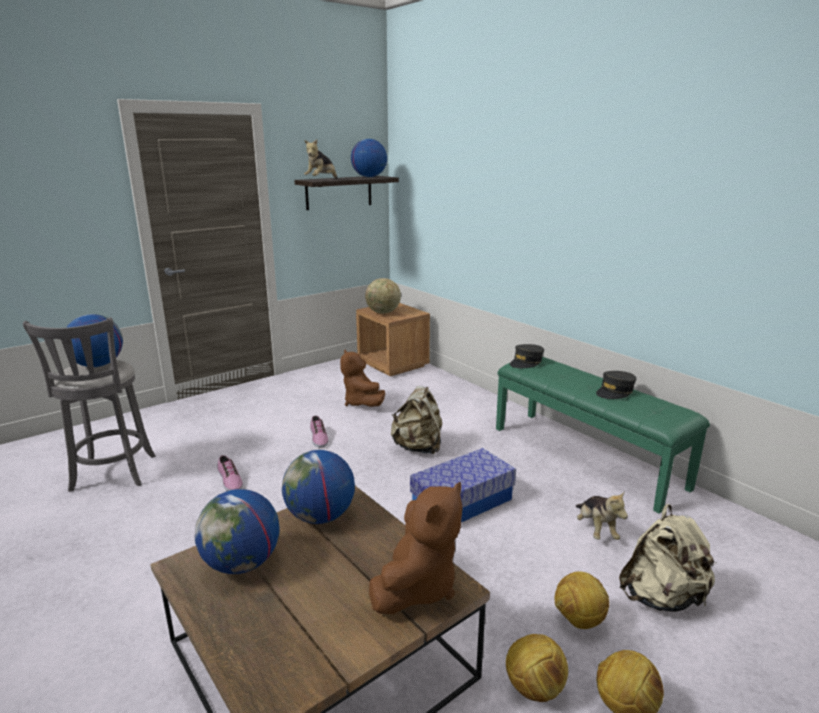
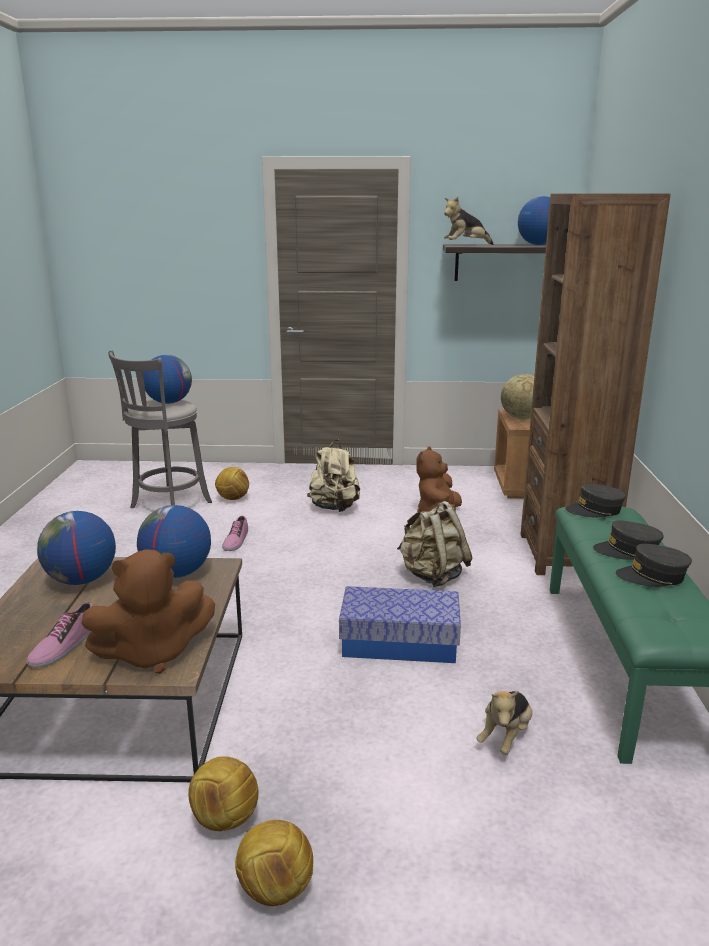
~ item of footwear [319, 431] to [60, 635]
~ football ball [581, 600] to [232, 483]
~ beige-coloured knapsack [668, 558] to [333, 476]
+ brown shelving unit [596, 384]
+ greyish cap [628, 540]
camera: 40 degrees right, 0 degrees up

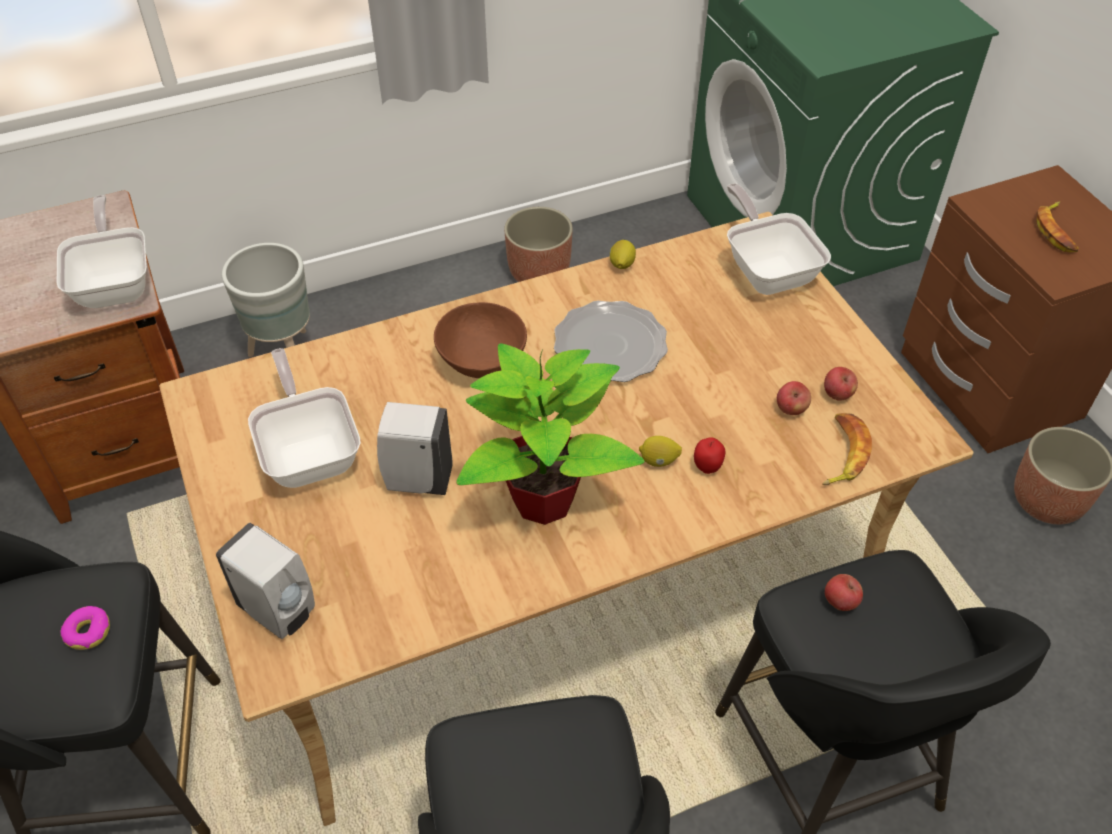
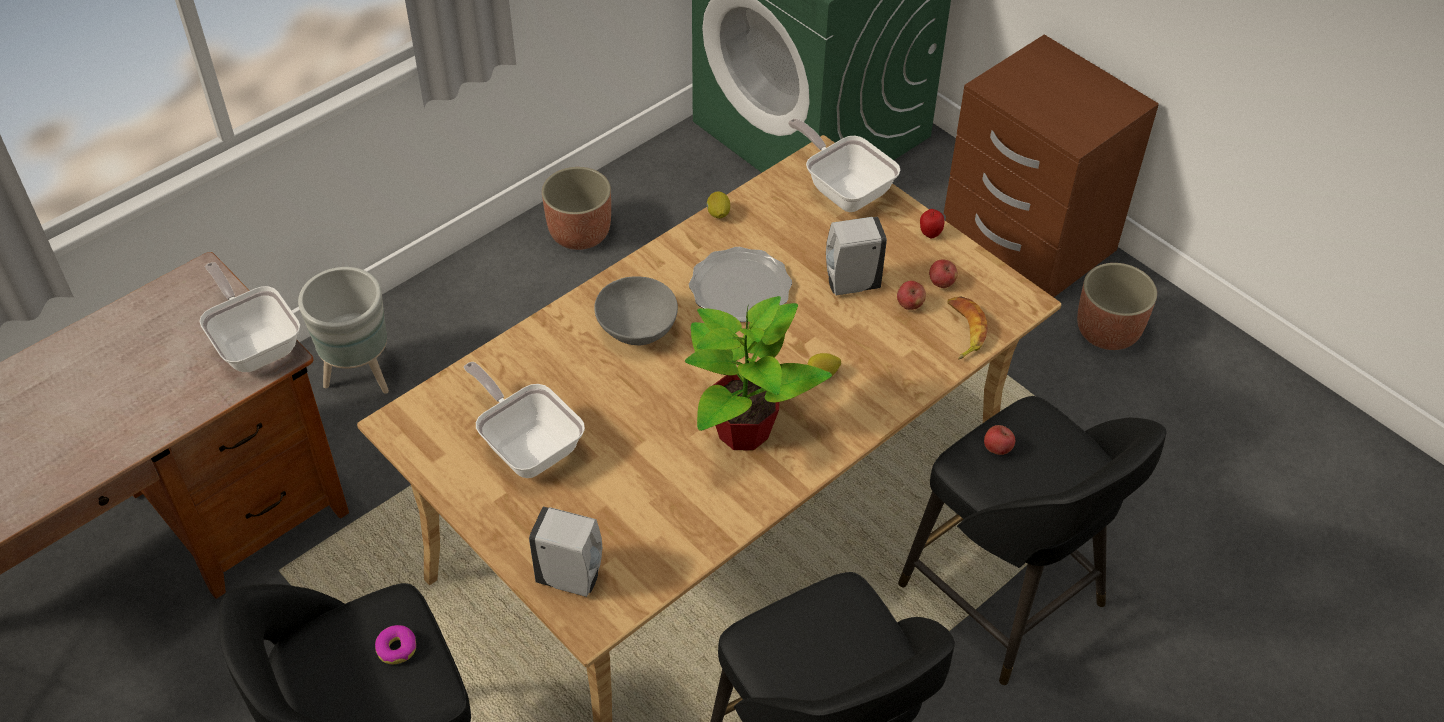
~ whitish soap dispenser [415, 448] to [856, 256]
~ brown serving bowl [480, 340] to greyish serving bowl [636, 310]
~ apple fruit [709, 455] to [932, 223]
- whole banana [1057, 226]
camera: 20 degrees left, 0 degrees up

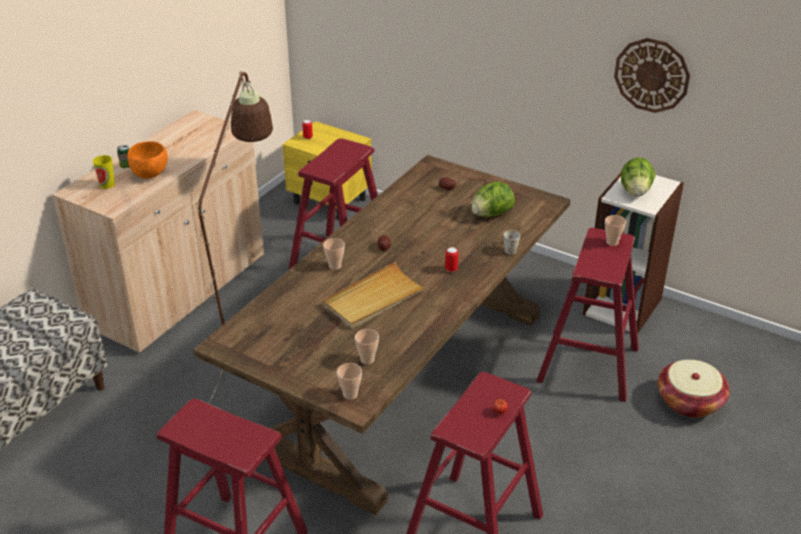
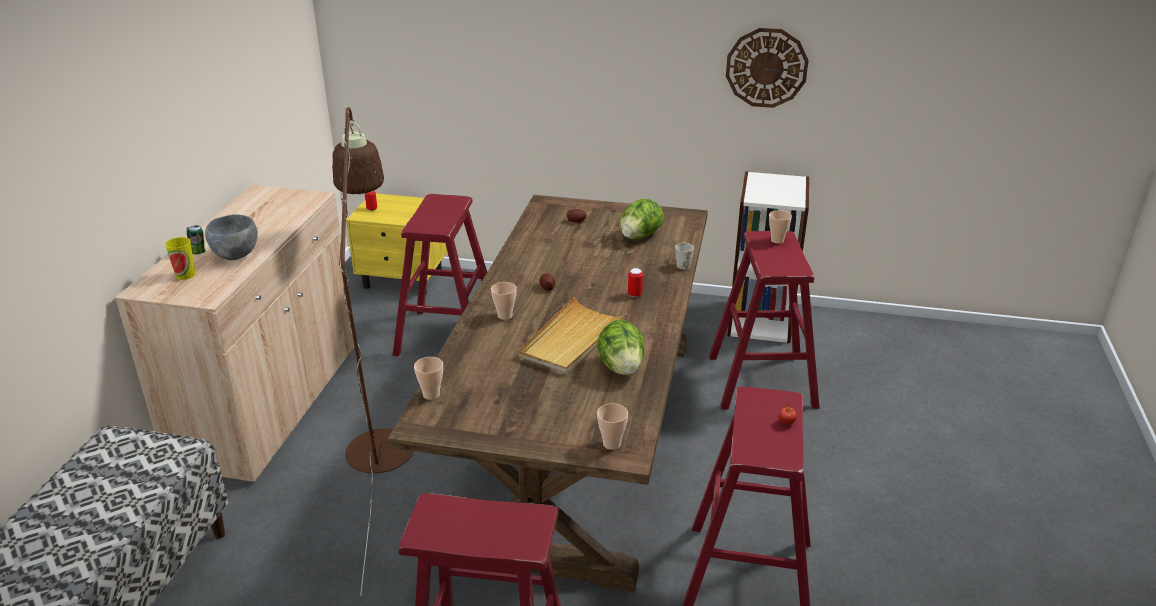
~ orange-coloured serving bowl [147, 160] to greyish serving bowl [231, 237]
~ drinking cup [367, 347] to [428, 378]
~ head of lettuce [638, 176] to [620, 347]
- household basket [693, 389]
camera: 20 degrees left, 5 degrees down

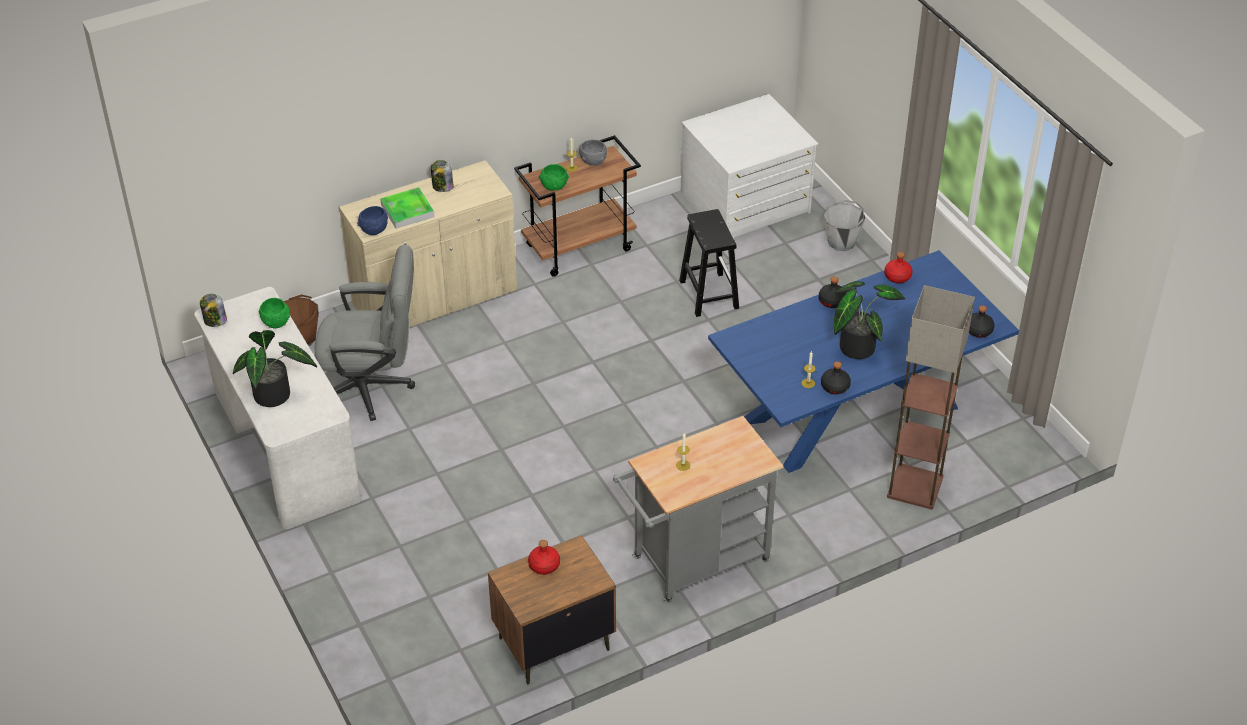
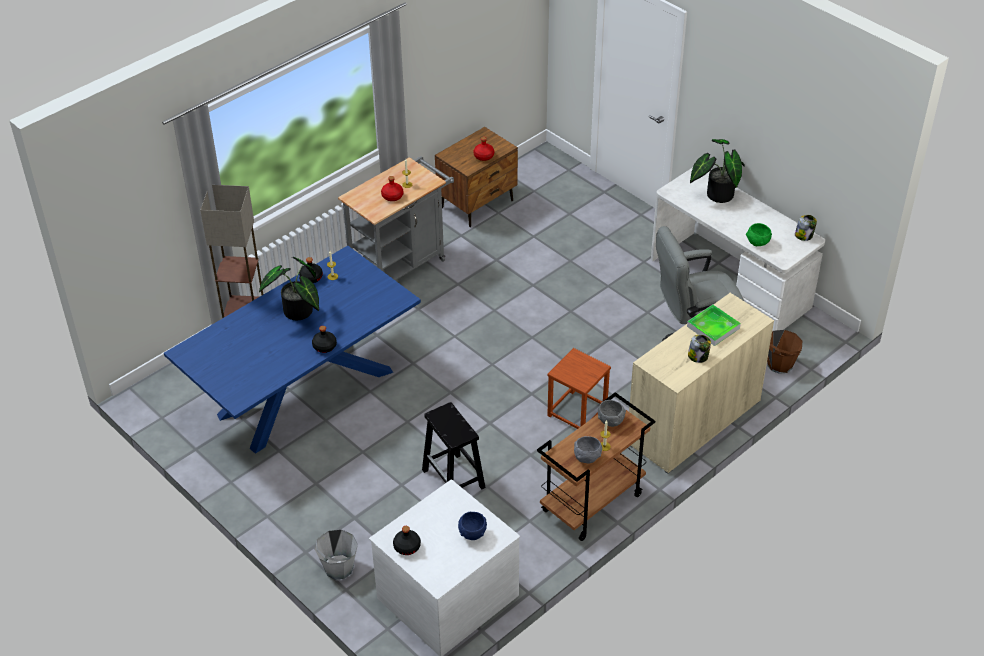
~ blue-coloured serving bowl [372, 220] to [472, 526]
~ green serving bowl [554, 177] to greyish serving bowl [612, 413]
~ red-coloured beverage bottle [898, 267] to [392, 188]
~ black-coloured beverage bottle [982, 321] to [407, 540]
+ brown stool seat [579, 388]
camera: 165 degrees right, 0 degrees up

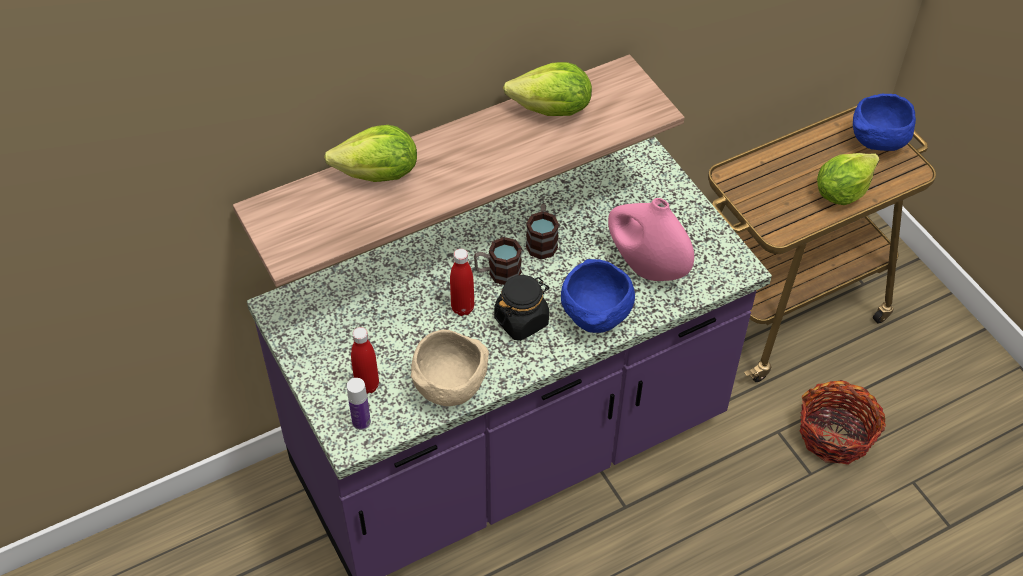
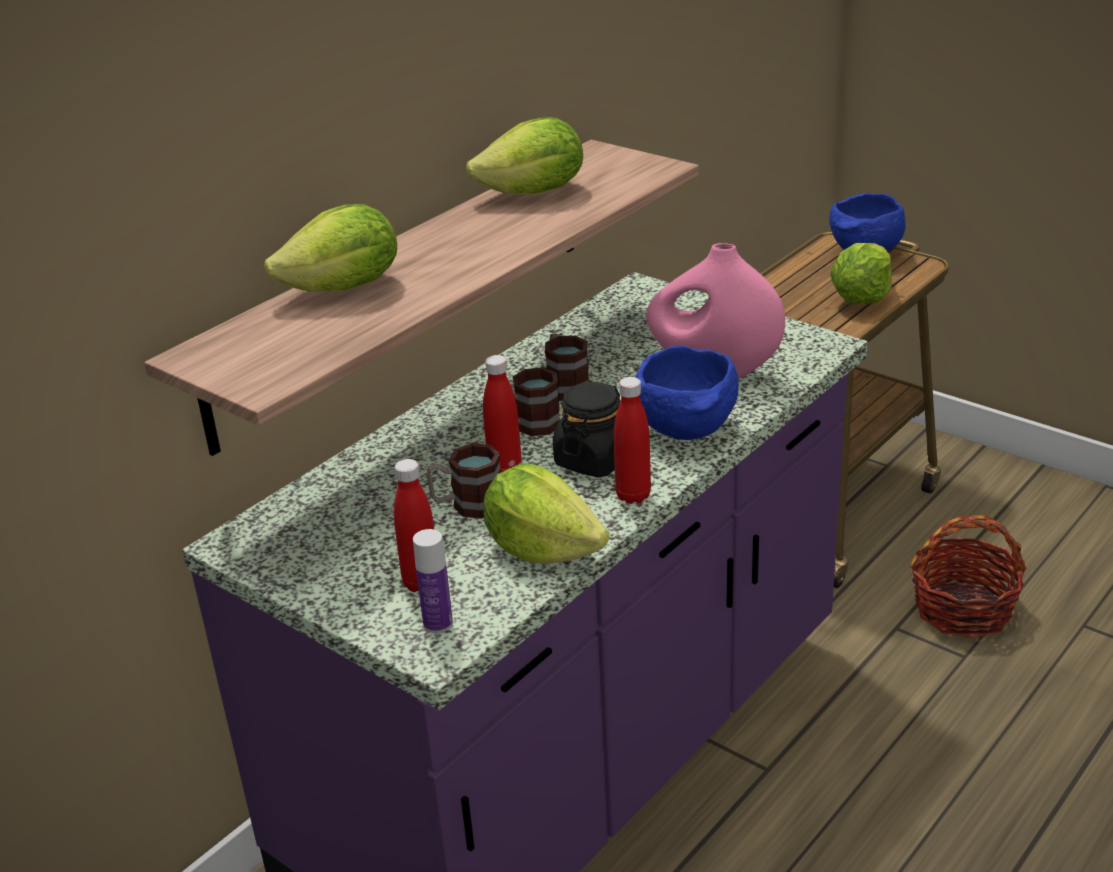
~ beige-coloured serving bowl [450, 368] to head of lettuce [546, 513]
+ coffee mug [463, 481]
+ red-coloured beverage bottle [632, 440]
camera: 20 degrees left, 20 degrees down

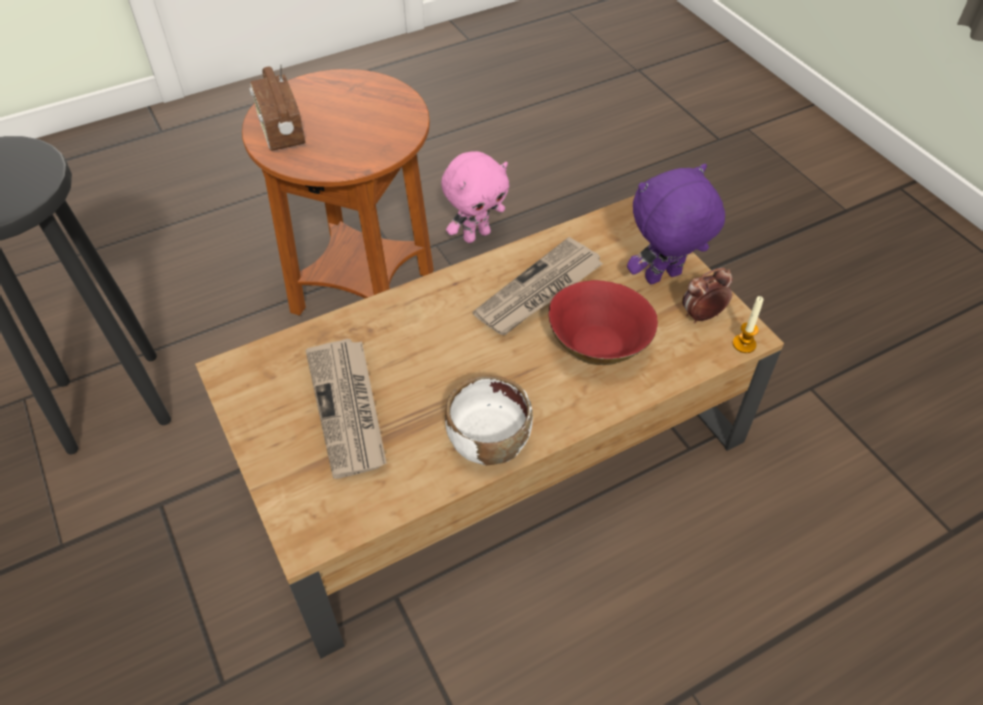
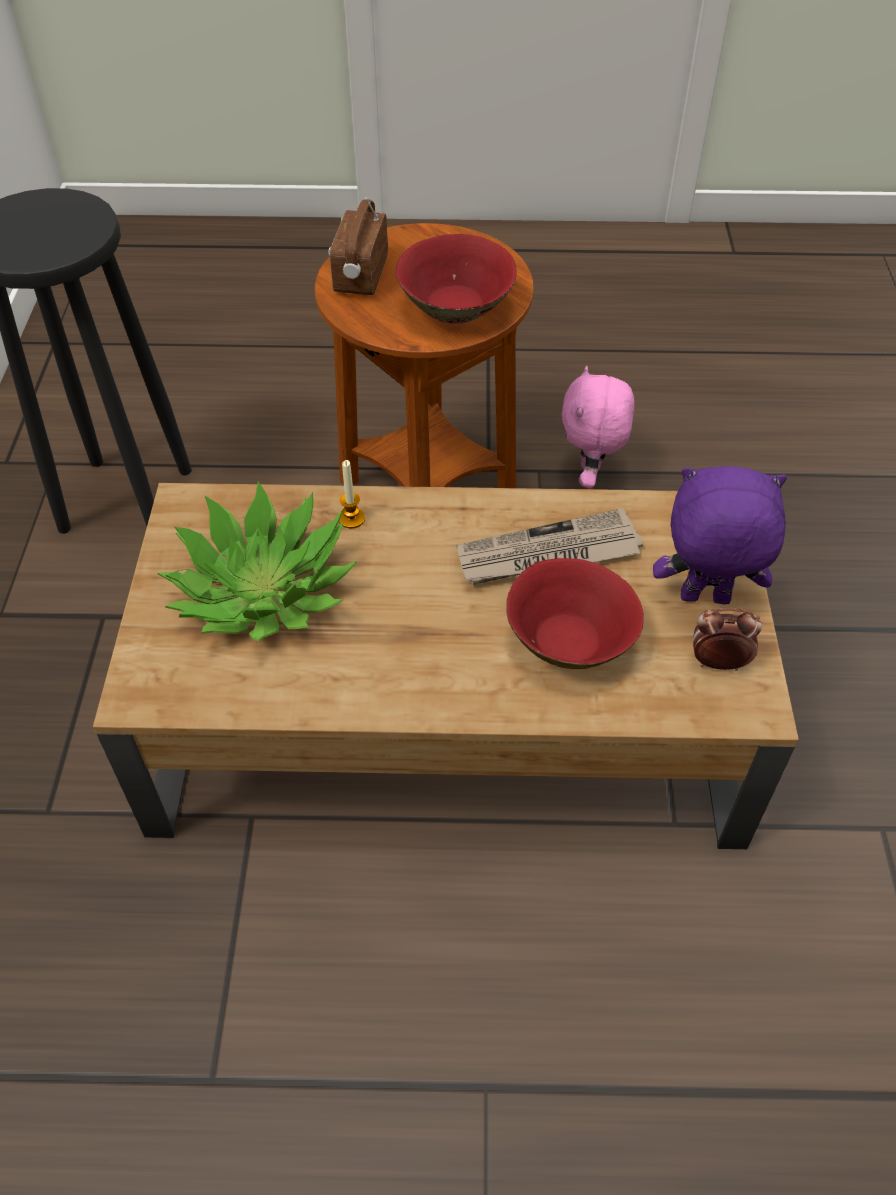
~ printed paper [346, 409] to houseplant [257, 561]
~ pink soft toy [475, 197] = [598, 427] 105 degrees clockwise
- whitish serving bowl [489, 420]
~ wax candle [748, 324] to [352, 494]
+ red-coloured serving bowl [456, 279]
camera: 30 degrees right, 0 degrees up

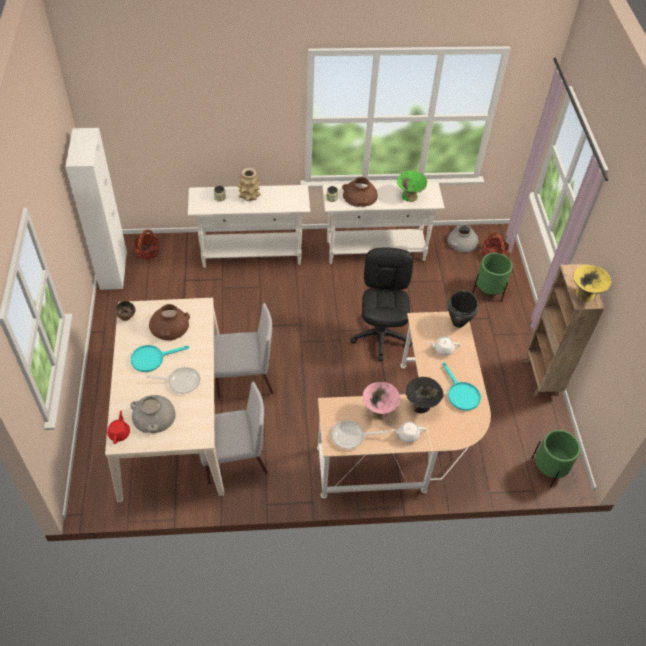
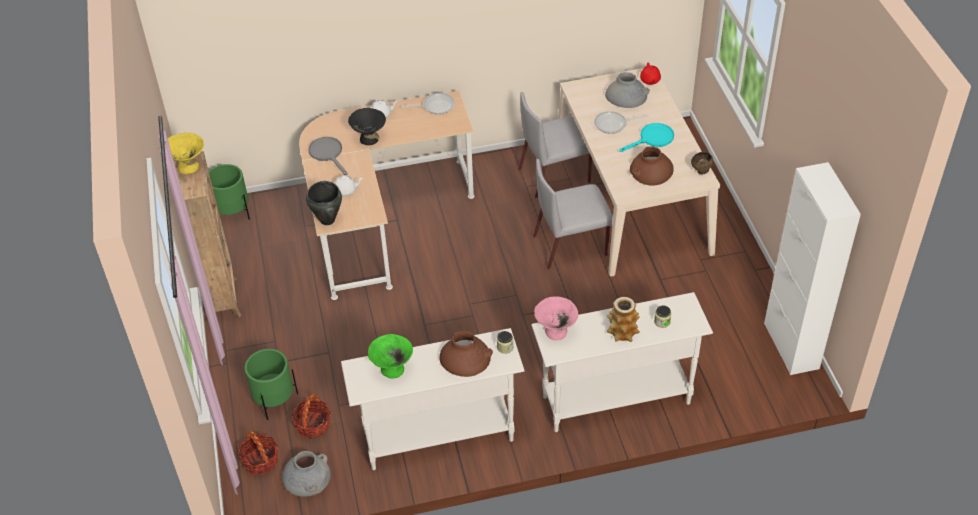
~ household basket [146, 244] to [311, 416]
- black-coloured desk chair [381, 304]
~ pink serving bowl [381, 401] to [556, 318]
~ blue-green frying pan [461, 386] to greyish frying pan [328, 156]
camera: 175 degrees right, 5 degrees down

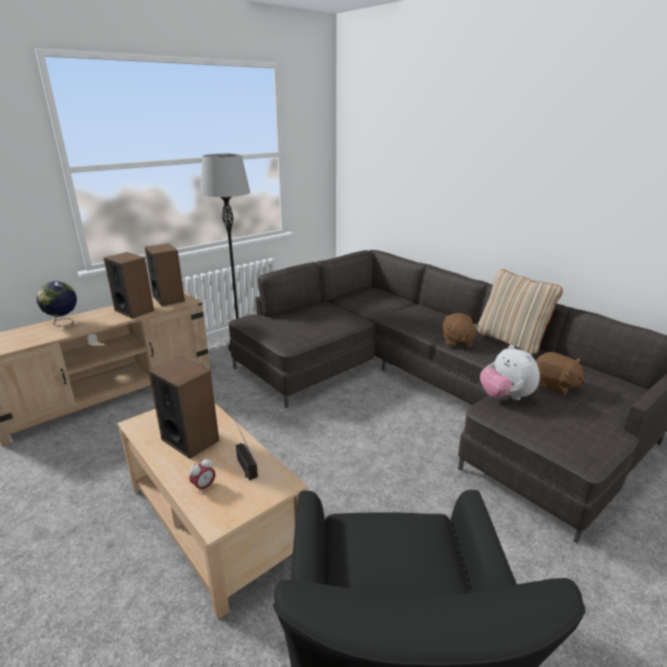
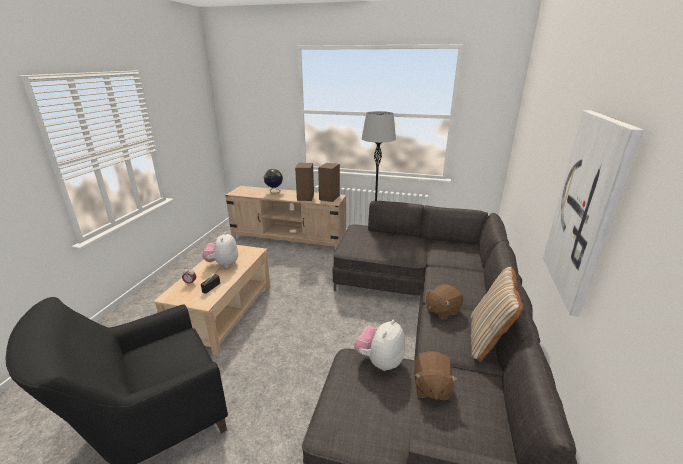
~ speaker [183, 407] to soft toy [220, 250]
+ picture [593, 213]
camera: 55 degrees right, 0 degrees up

